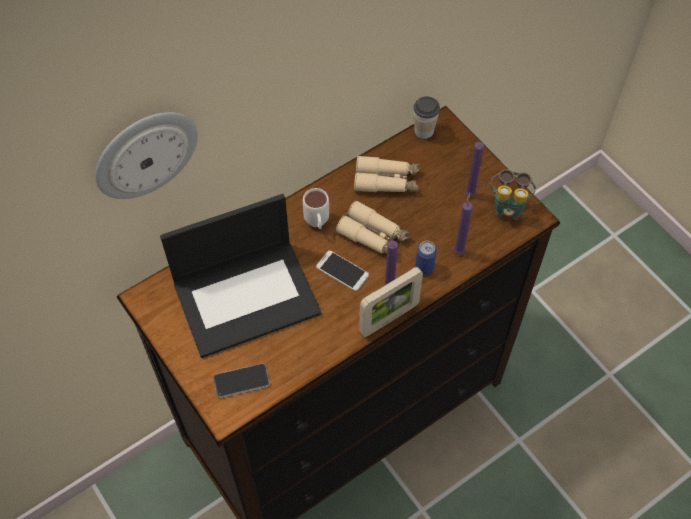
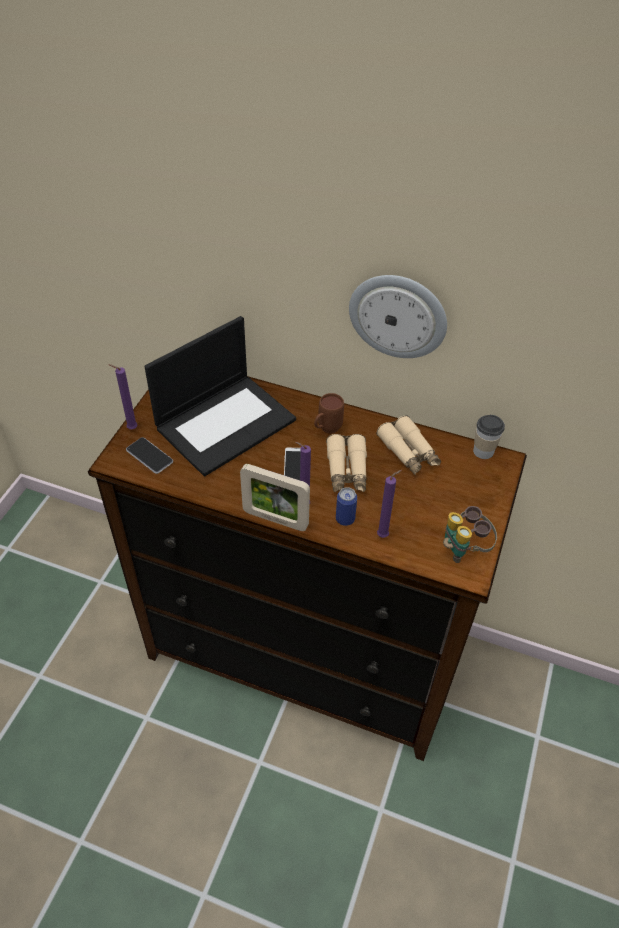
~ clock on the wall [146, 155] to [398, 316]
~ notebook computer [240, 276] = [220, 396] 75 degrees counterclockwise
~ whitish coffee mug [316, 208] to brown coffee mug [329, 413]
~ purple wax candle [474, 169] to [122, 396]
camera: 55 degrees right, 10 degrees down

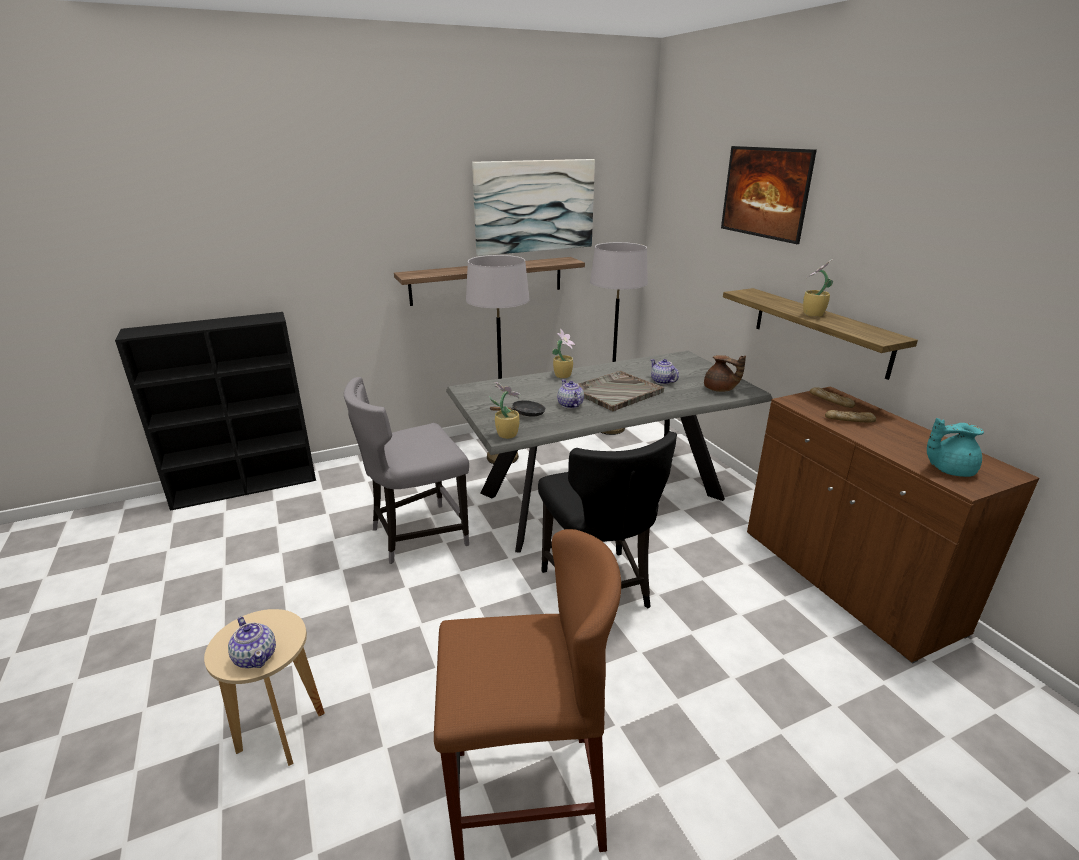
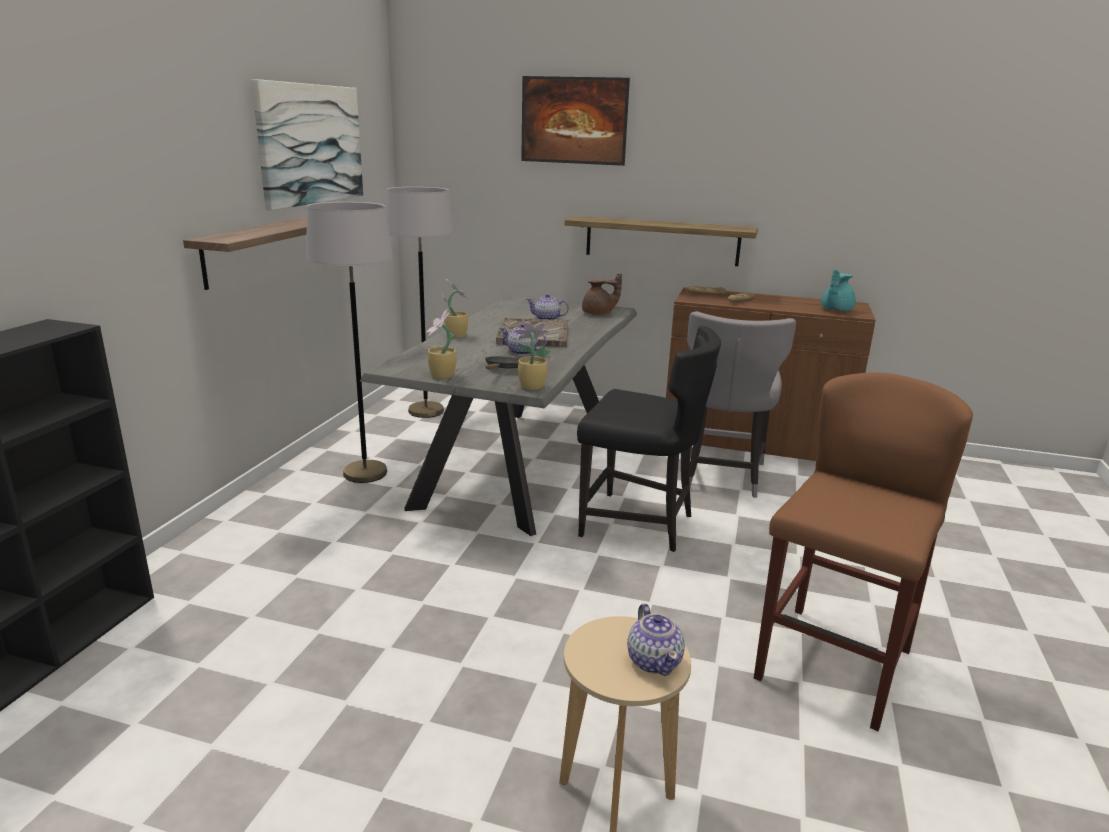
~ pot for tea [252, 642] = [656, 640] 75 degrees clockwise
~ greyish plain chair [406, 470] to [741, 404]
~ houseplant [818, 288] to [441, 344]
camera: 50 degrees left, 5 degrees down

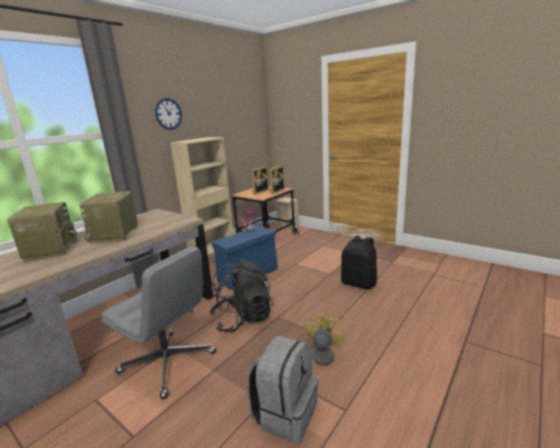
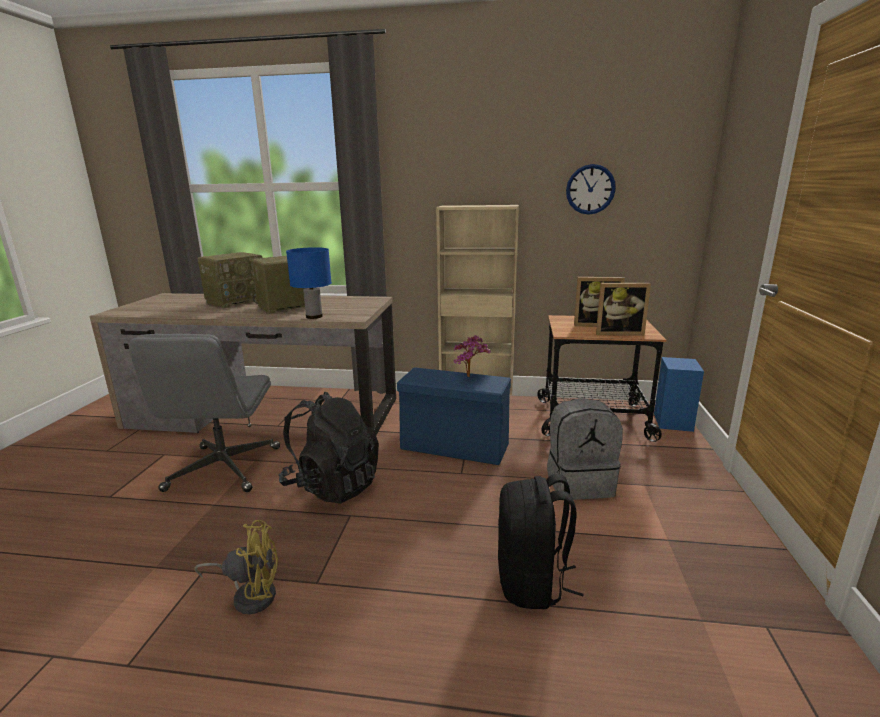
~ clock on the wall [168, 114] to [591, 189]
~ greyish knapsack [282, 390] to [585, 449]
~ beige-coloured speaker [287, 214] to blue-coloured speaker [679, 394]
+ blue-coloured tabletop lamp [309, 283]
camera: 60 degrees right, 0 degrees up

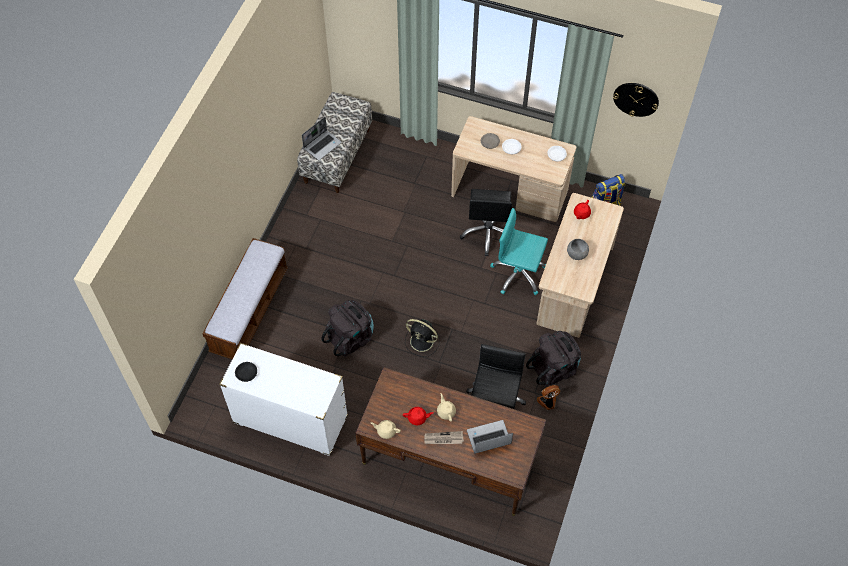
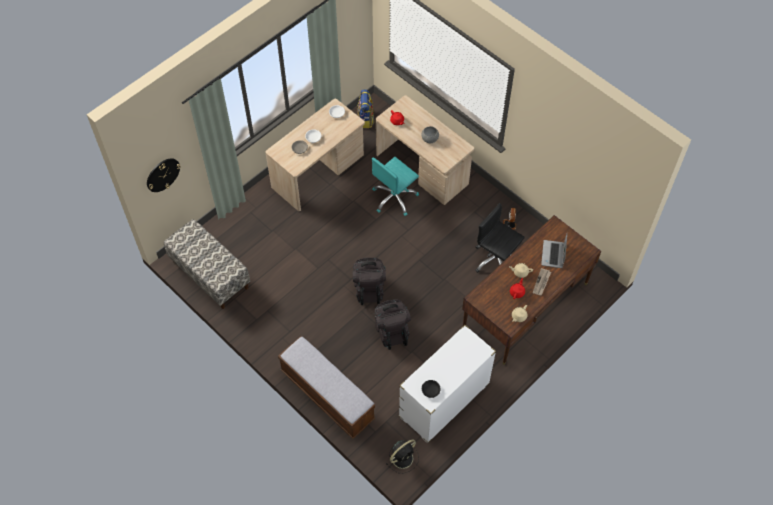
- notebook computer [322, 138]
~ black-coloured cooling fan [422, 338] to [402, 456]
- black-coloured desk chair [486, 222]
~ black-coloured knapsack [553, 358] to [369, 281]
~ clock on the wall [636, 100] to [164, 175]
camera: 65 degrees left, 0 degrees up

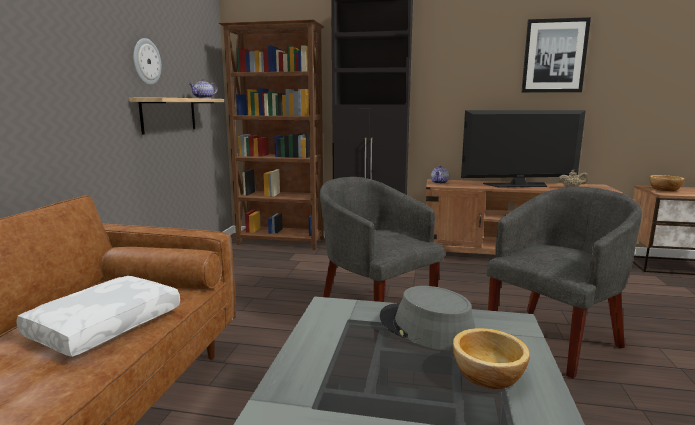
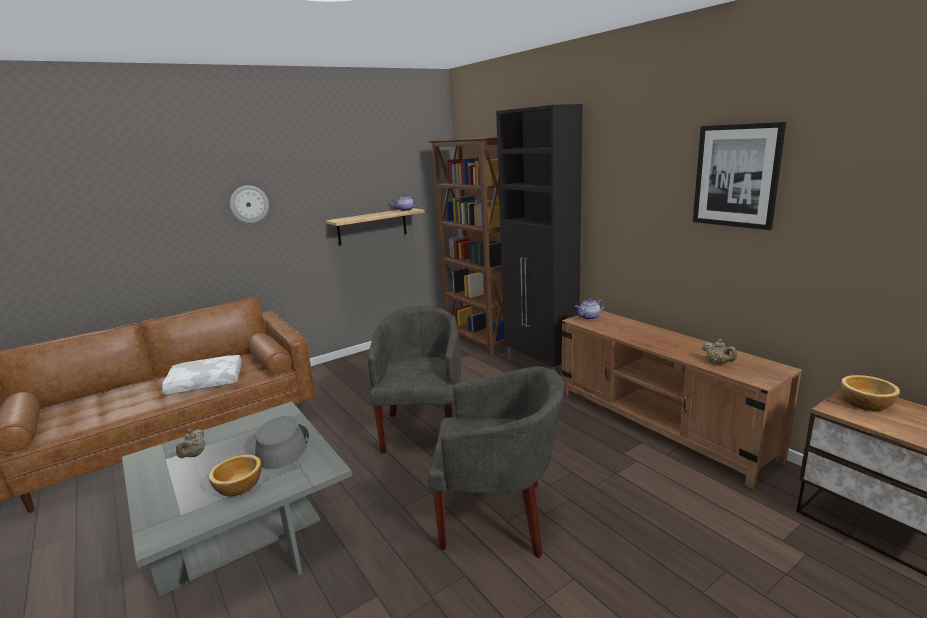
~ clock on the wall [147, 61] to [249, 204]
- TV set [523, 149]
+ beige-coloured pot for tea [190, 443]
camera: 45 degrees right, 5 degrees up

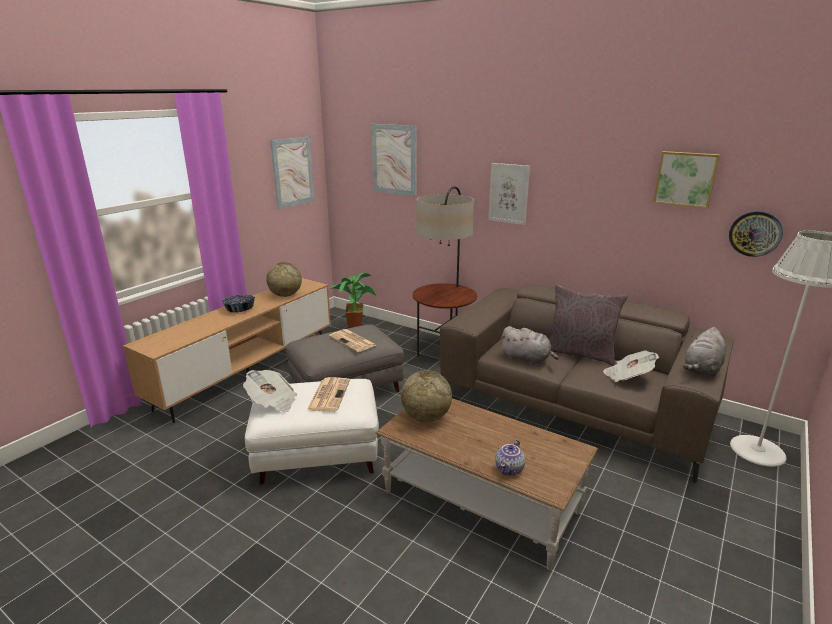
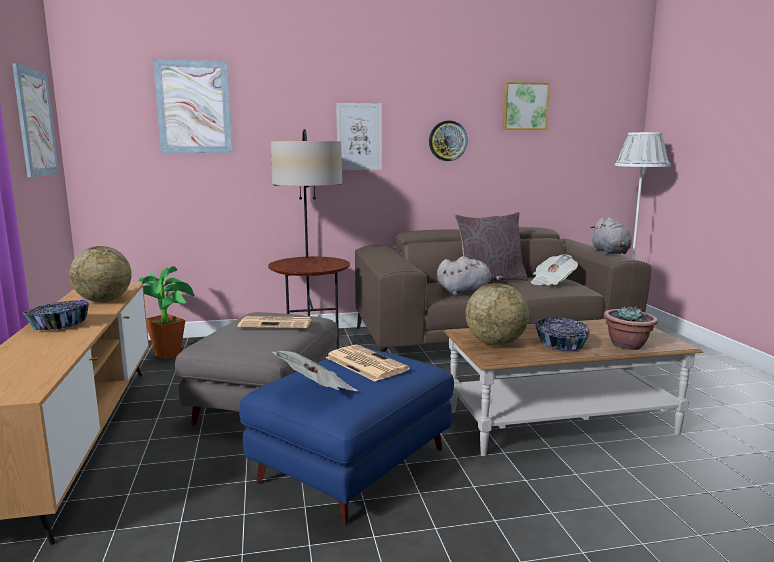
~ whitish footrest [312, 432] to blue-coloured footrest [346, 436]
~ pot for tea [510, 457] to houseplant [631, 328]
~ clock on the wall [756, 234] to [448, 141]
+ serving bowl [562, 334]
camera: 45 degrees left, 10 degrees down

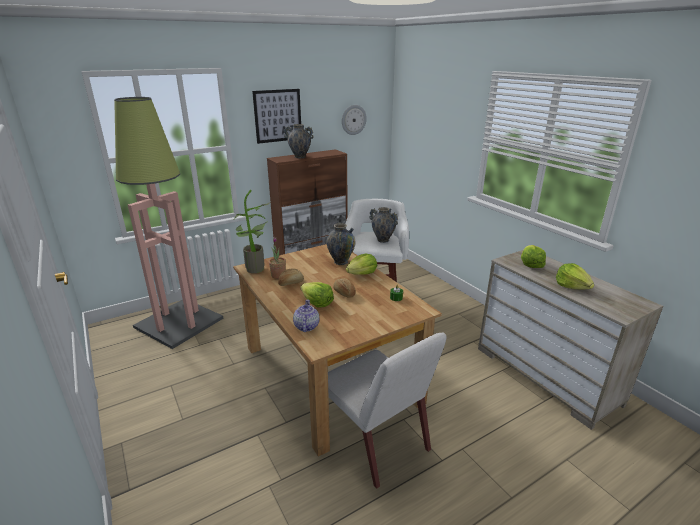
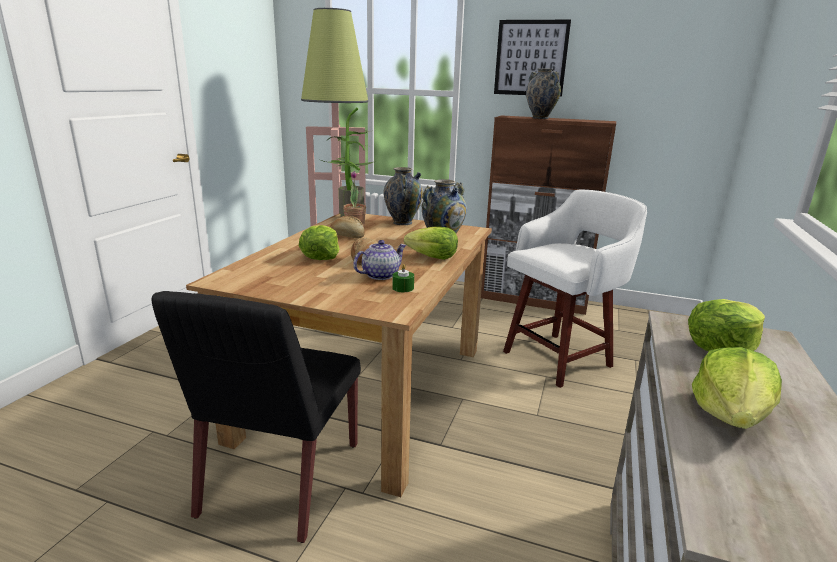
~ pot for tea [306, 316] to [379, 260]
~ whitish plain chair [387, 410] to black-coloured plain chair [256, 417]
- clock on the wall [354, 120]
~ decorative vase [383, 225] to [403, 196]
camera: 50 degrees right, 5 degrees down

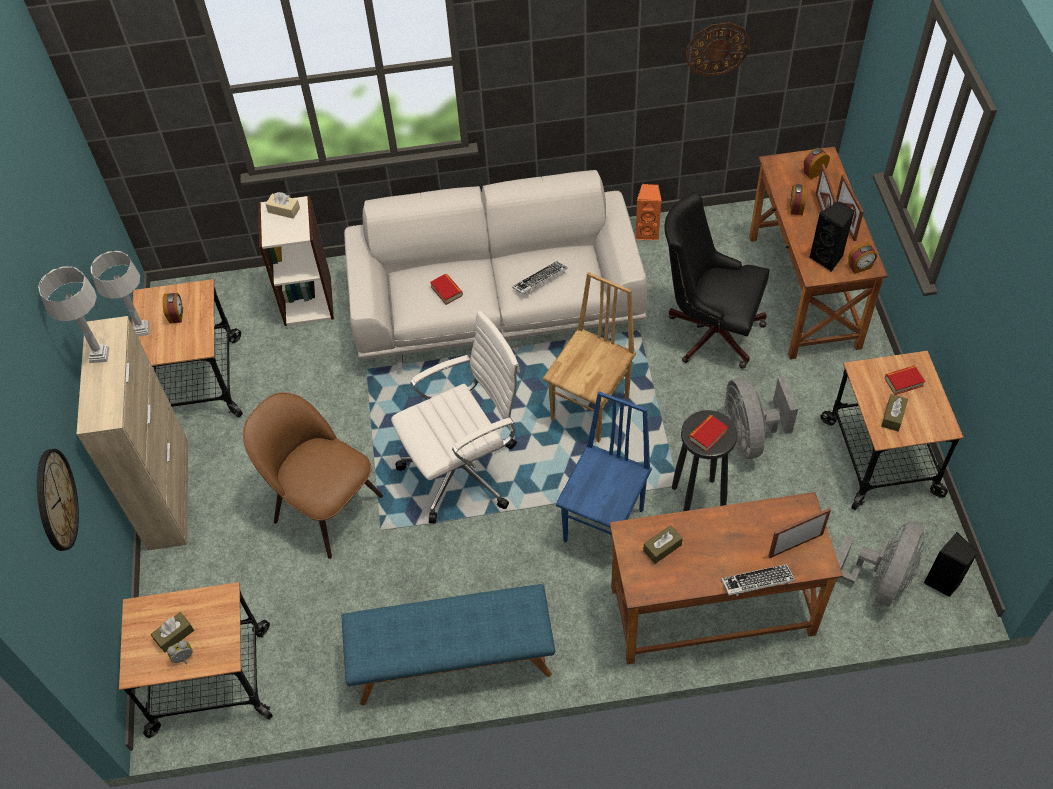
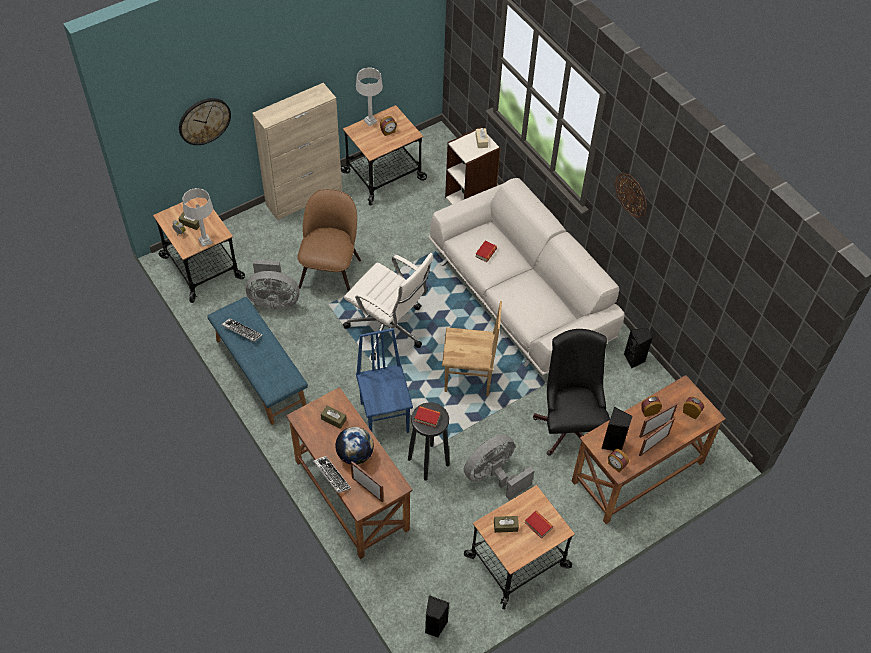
~ greyish tabletop lamp [74, 314] to [198, 217]
~ keyboard [540, 277] to [242, 330]
~ blue-coloured plain chair [604, 467] = [384, 380] 105 degrees counterclockwise
~ orange-coloured speaker [648, 212] to black-coloured speaker [638, 348]
~ clock on the wall [718, 49] to [631, 195]
~ greyish cooling fan [878, 564] to [272, 285]
+ globe [354, 446]
camera: 60 degrees right, 0 degrees up

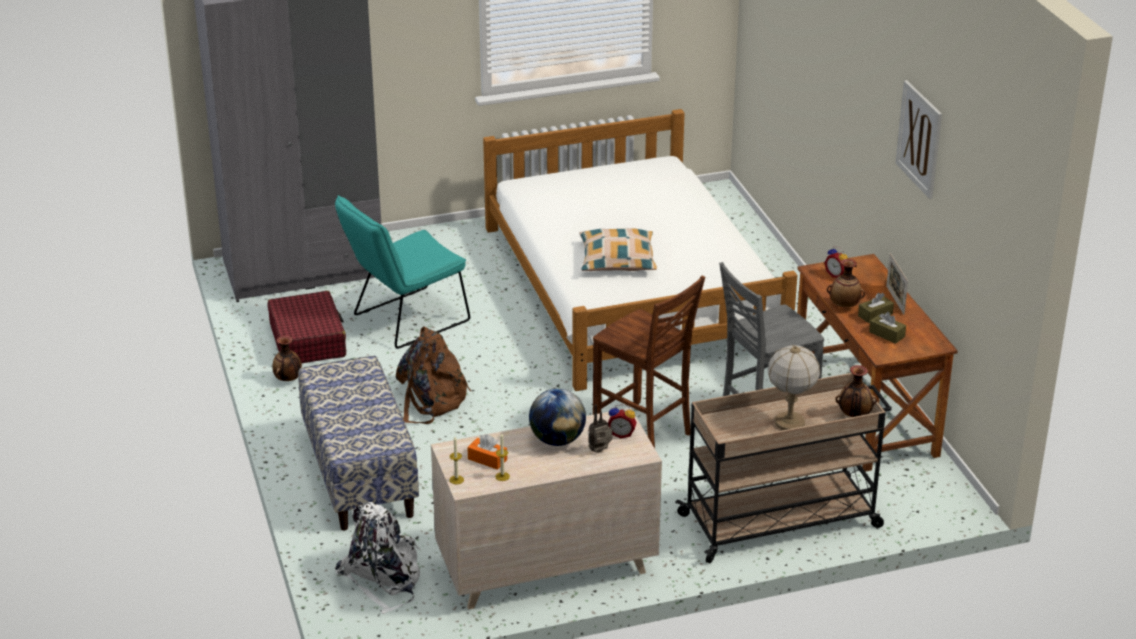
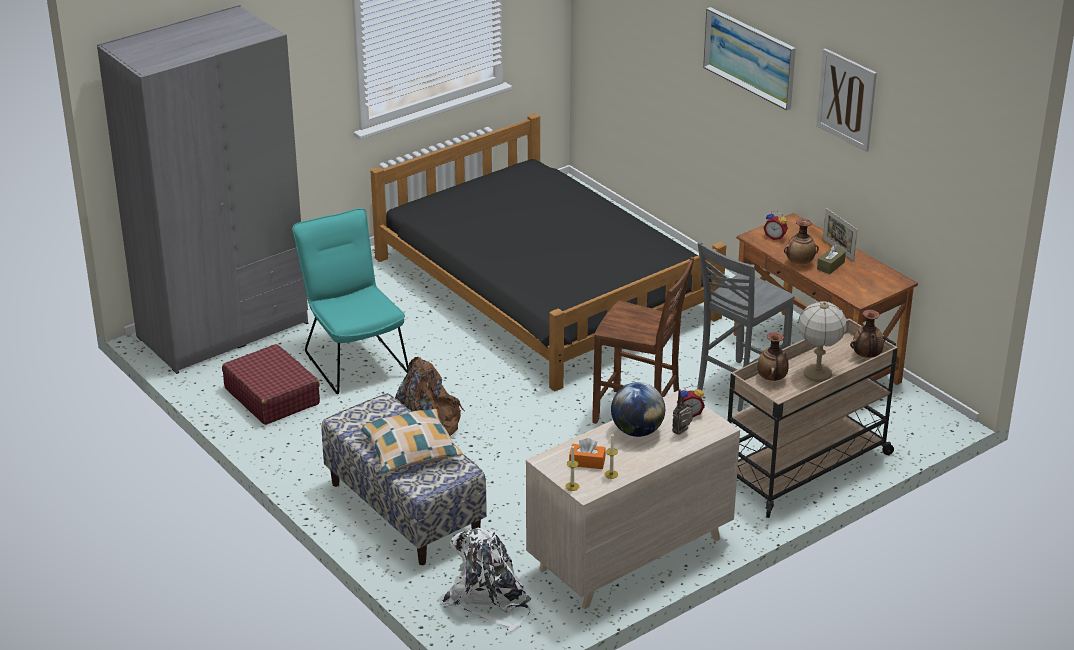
~ decorative vase [287, 358] to [773, 356]
~ blue-green plain chair [402, 272] = [350, 301] 120 degrees clockwise
~ whitish bed [640, 250] to black-coloured bed [548, 252]
~ cushion [618, 249] to [410, 441]
- brown tissue holder [887, 328]
+ picture [749, 59]
camera: 20 degrees left, 0 degrees up

